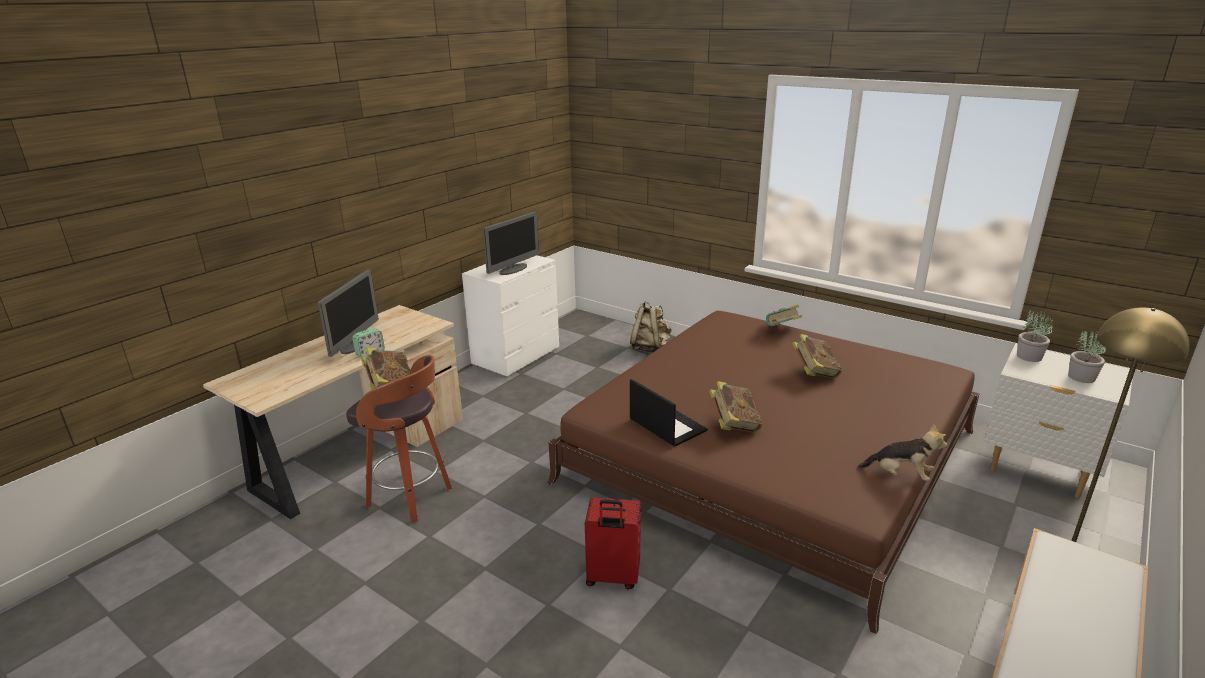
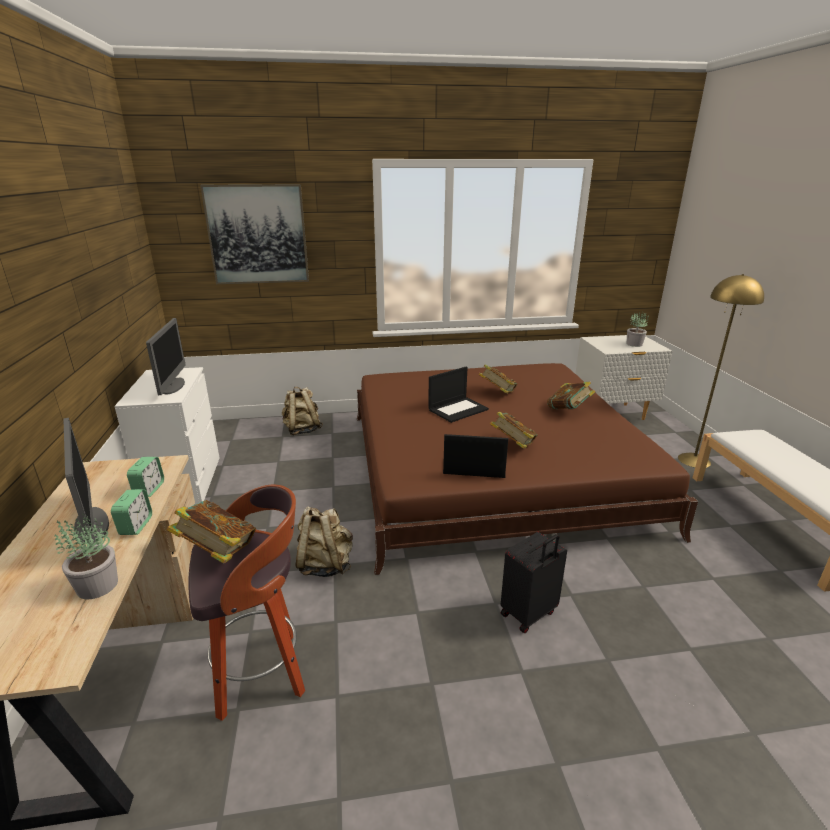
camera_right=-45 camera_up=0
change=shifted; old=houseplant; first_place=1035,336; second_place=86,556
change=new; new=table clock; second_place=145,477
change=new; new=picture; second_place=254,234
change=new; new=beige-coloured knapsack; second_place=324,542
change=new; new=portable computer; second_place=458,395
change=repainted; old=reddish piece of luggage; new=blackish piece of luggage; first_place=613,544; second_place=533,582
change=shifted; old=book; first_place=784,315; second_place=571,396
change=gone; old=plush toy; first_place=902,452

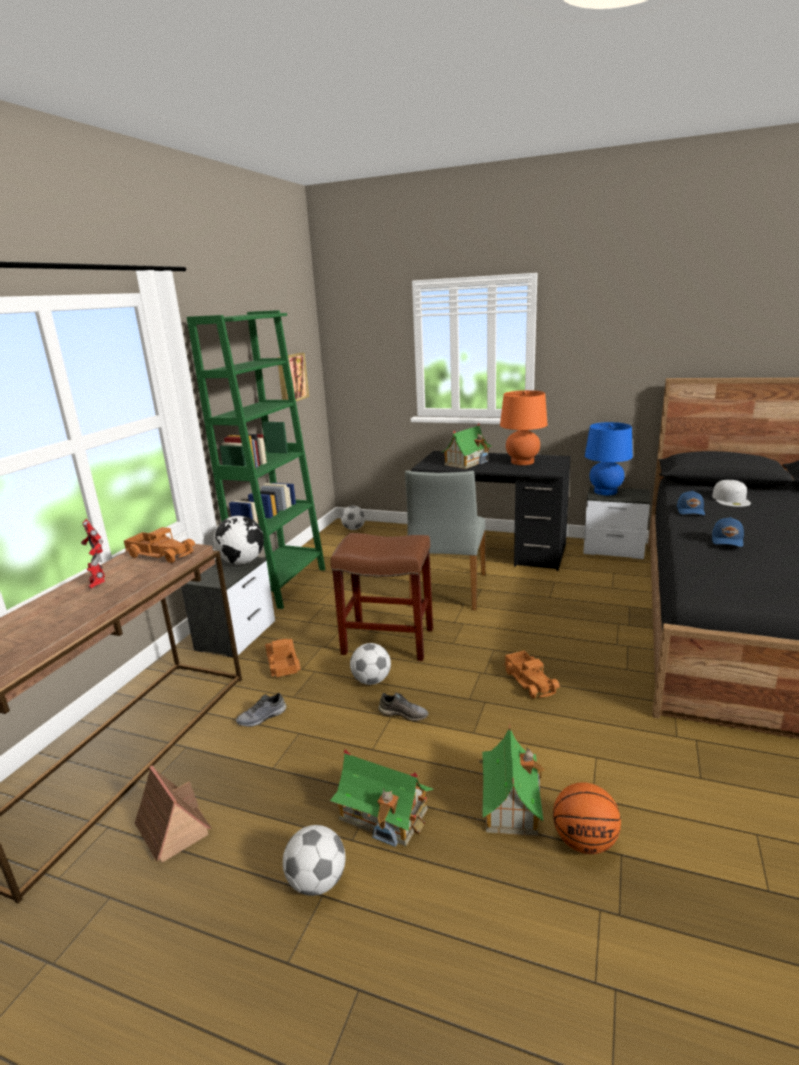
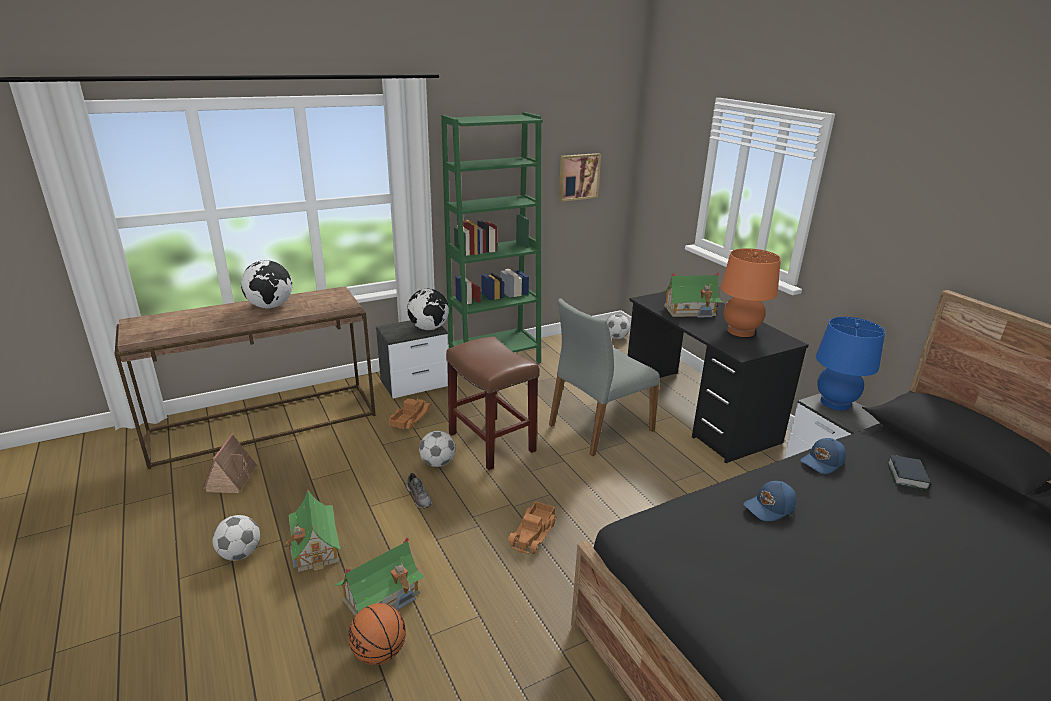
camera_right=40 camera_up=5
change=swapped; old=model robot; new=world globe; first_place=93,553; second_place=266,284
change=swapped; old=whitish baseball cap; new=book; first_place=731,493; second_place=909,472
change=gone; old=toy lorry; first_place=159,545
change=gone; old=grey low shoe; first_place=261,710

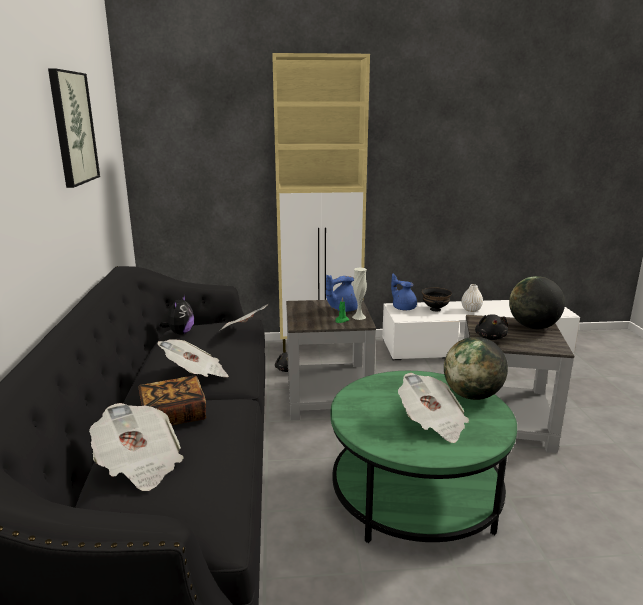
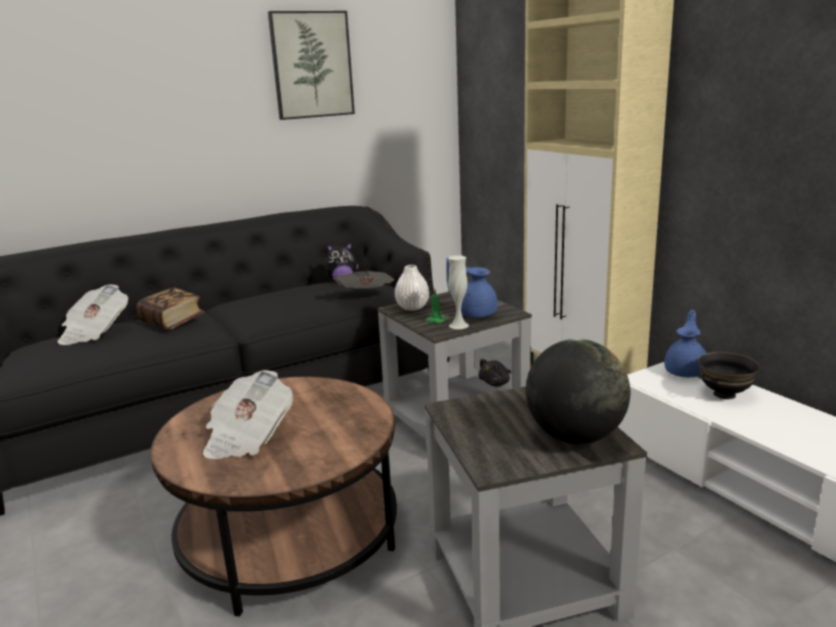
camera_right=65 camera_up=0
change=repainted; old=green coffee table; new=brown-coloured coffee table; first_place=424,457; second_place=273,497
change=shifted; old=whitish decorative vase; first_place=472,298; second_place=412,288
change=gone; old=newspaper; first_place=193,358
change=gone; old=world globe; first_place=476,368
change=gone; old=blackish plush toy; first_place=491,327

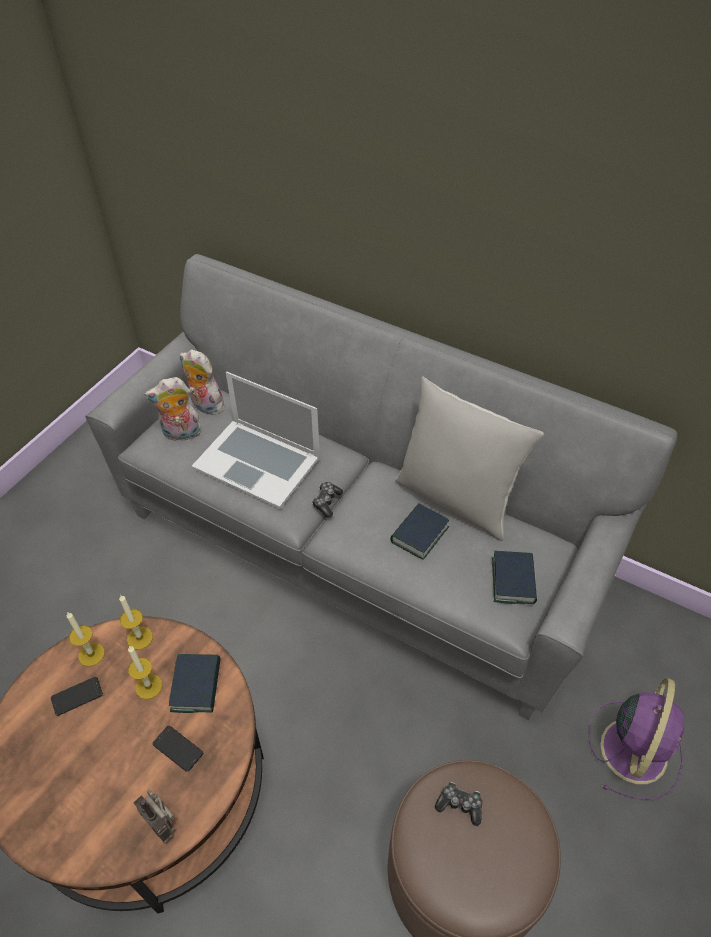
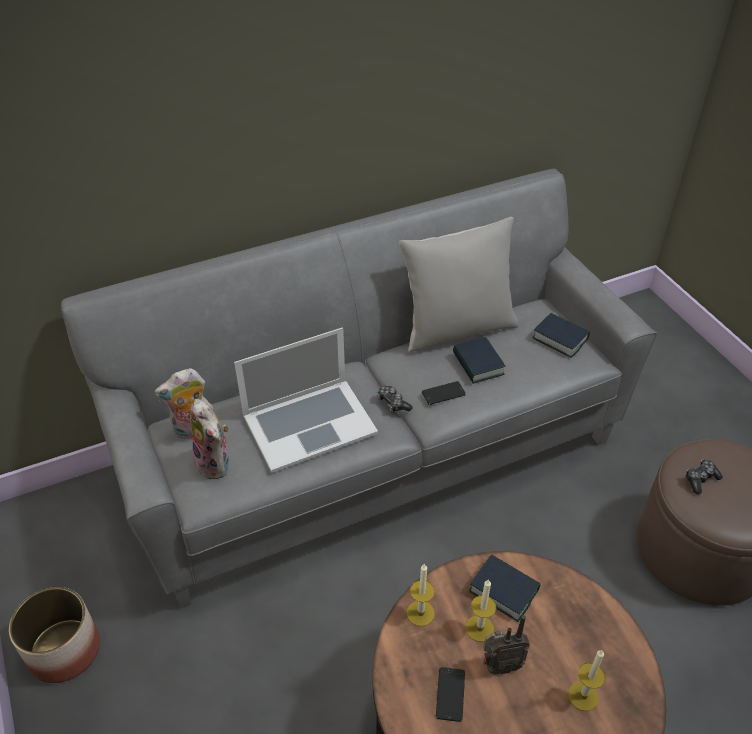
camera_right=-55 camera_up=-5
change=new; new=planter; second_place=54,635
change=rotated; old=plush toy; first_place=173,409; second_place=209,439; degrees=-60
change=shifted; old=phone; first_place=177,749; second_place=444,393
change=shifted; old=radio; first_place=154,817; second_place=506,644
change=shifted; old=wax candle; first_place=86,640; second_place=586,680
change=gone; old=purple-coloured fan; first_place=636,738

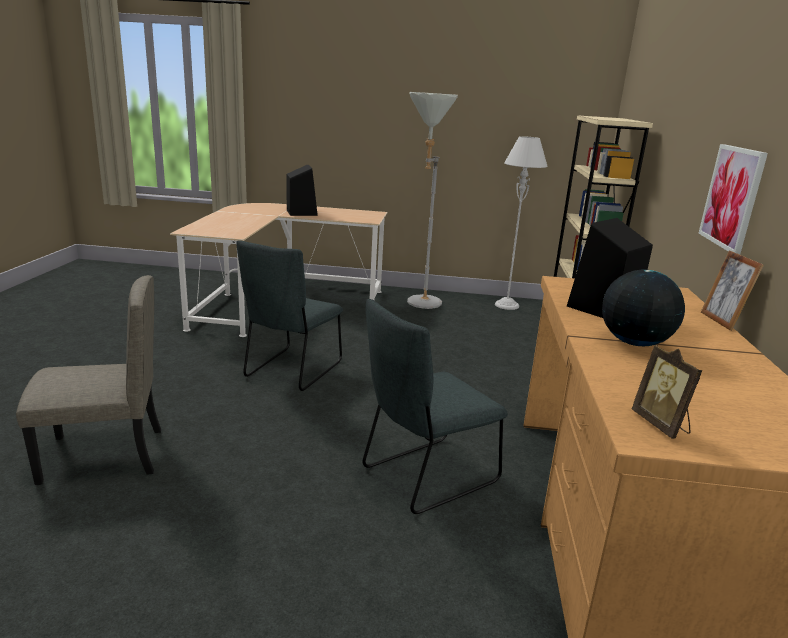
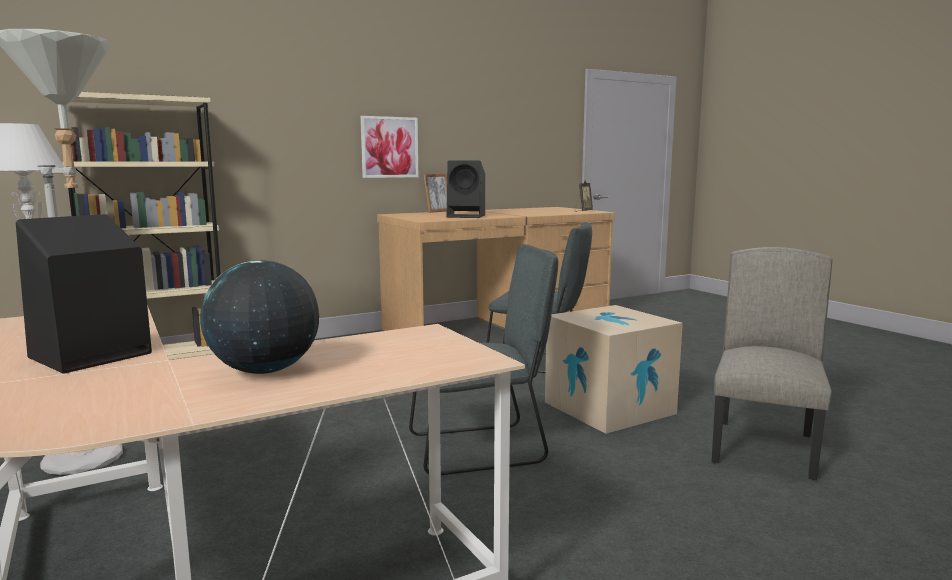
camera_right=-125 camera_up=-10
change=shifted; old=world globe; first_place=643,308; second_place=259,317
change=new; new=cardboard box; second_place=614,369
change=rotated; old=beige-coloured chair; first_place=88,380; second_place=772,363; degrees=75

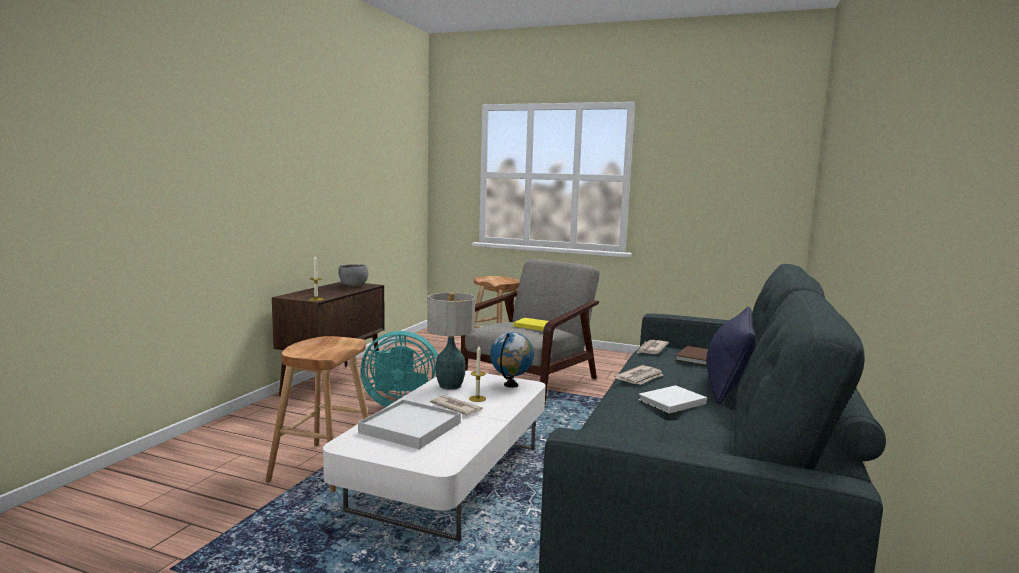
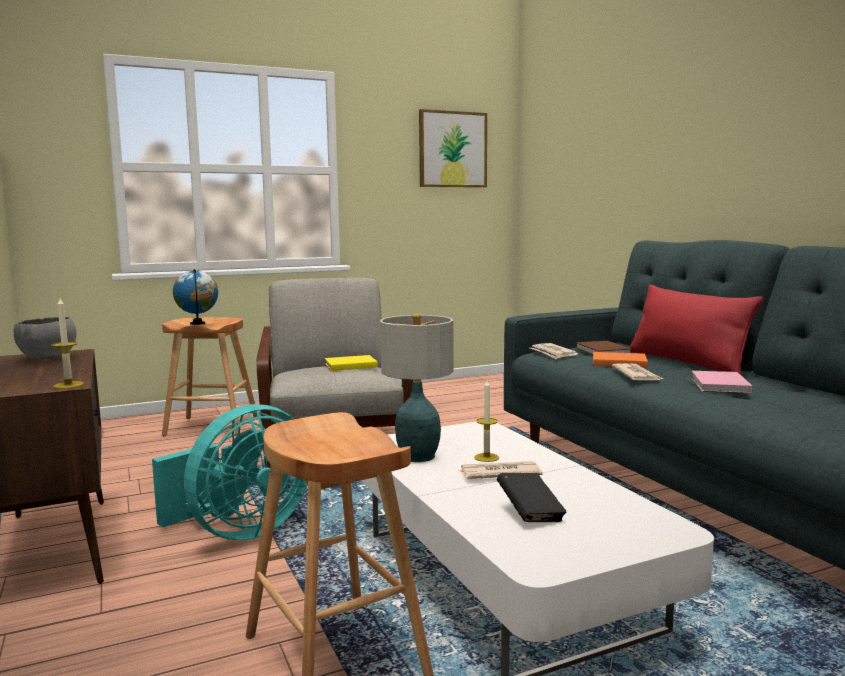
camera_right=-45 camera_up=0
change=shifted; old=world globe; first_place=512,360; second_place=195,297
change=new; new=picture; second_place=453,148
change=swapped; old=whitish serving tray; new=blackish book; first_place=409,424; second_place=532,497
change=new; new=orangey book; second_place=620,360
change=repainted; old=blue-coloured throw pillow; new=reddish throw pillow; first_place=731,355; second_place=696,330
change=repainted; old=whitish book; new=pink book; first_place=673,399; second_place=721,382

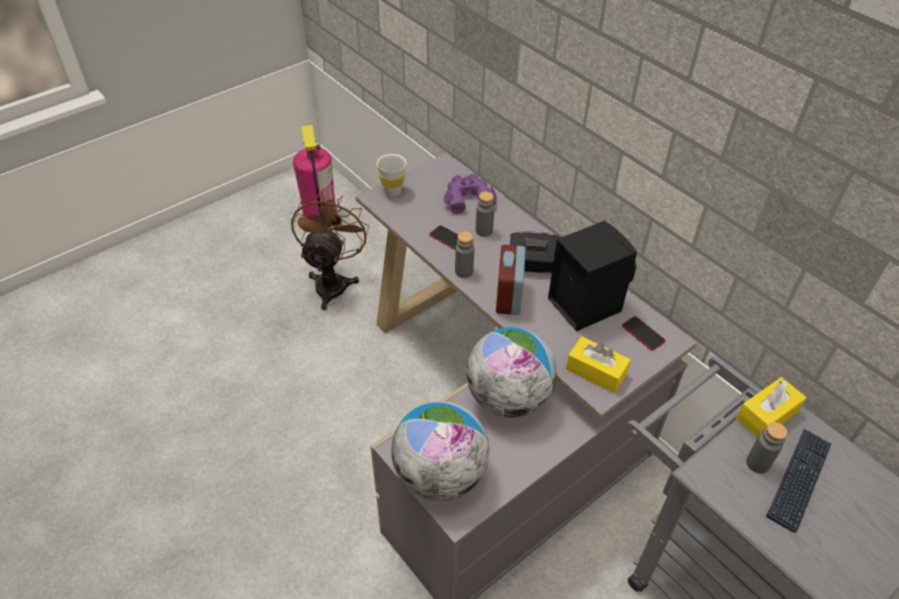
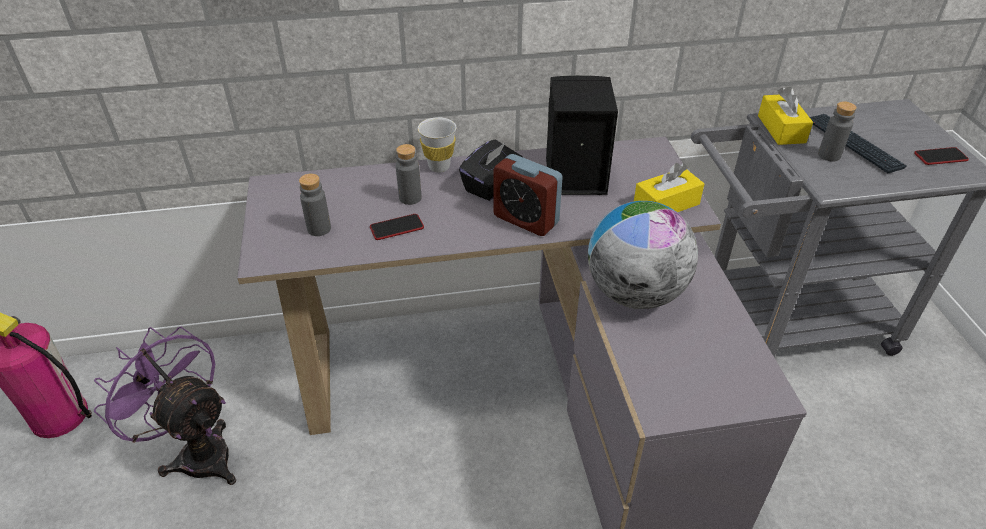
camera_right=-60 camera_up=-5
change=repainted; old=brown-coloured fan; new=purple-coloured fan; first_place=330,251; second_place=165,406
change=shifted; old=grey bottle; first_place=464,254; second_place=315,205
change=shifted; old=whitish small cup; first_place=391,175; second_place=437,145
change=shifted; old=phone; first_place=644,333; second_place=941,156
change=gone; old=world globe; first_place=440,451
change=gone; old=purple-coloured field glasses; first_place=470,194

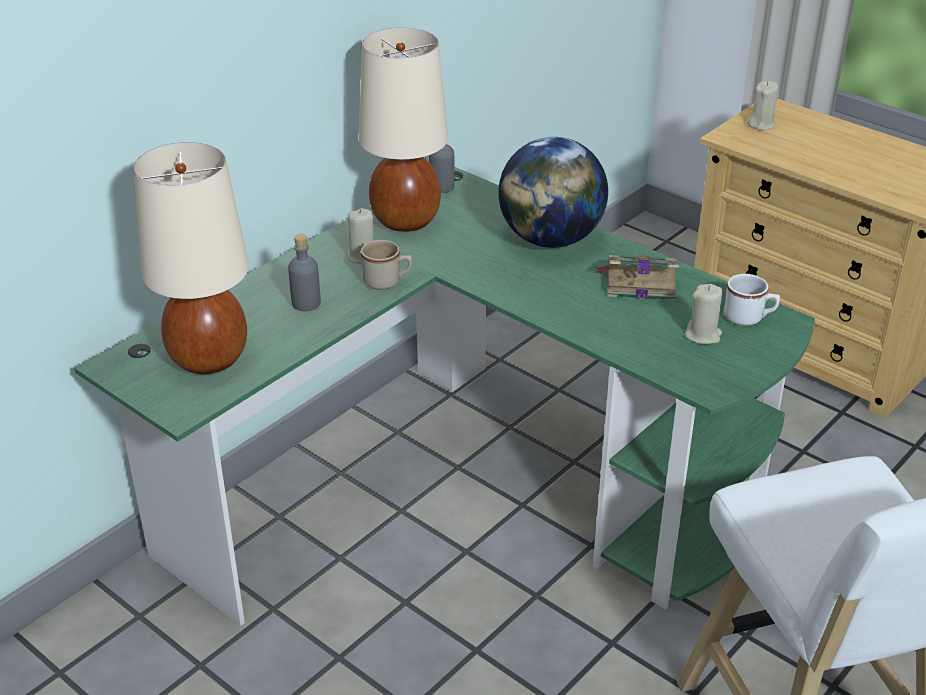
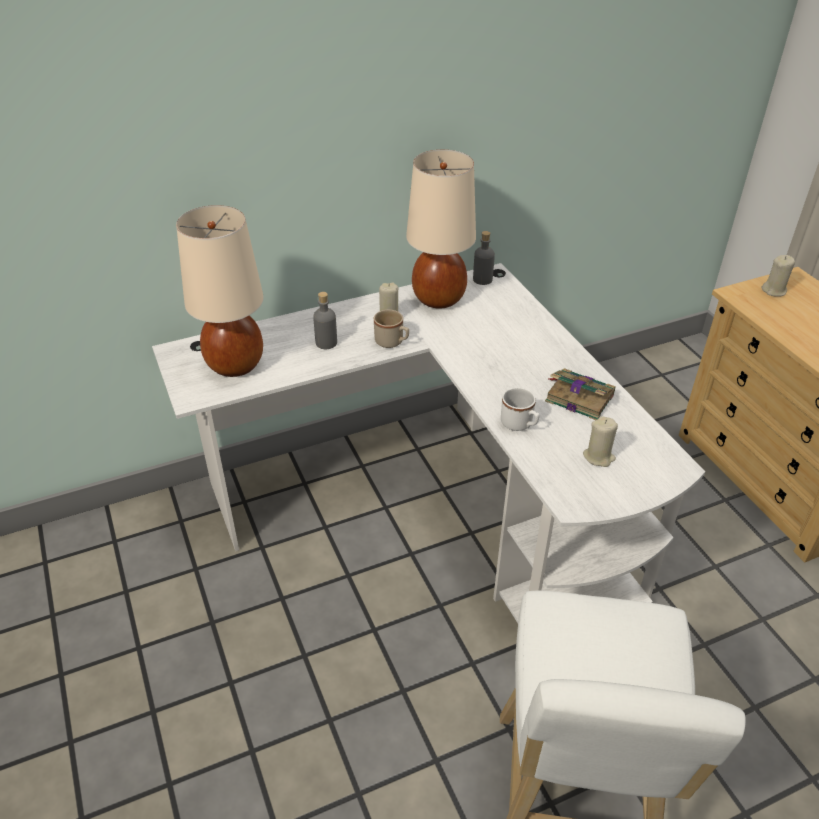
camera_right=25 camera_up=5
change=repainted; old=green desk; new=whitish desk; first_place=444,396; second_place=428,443
change=shifted; old=whitish coffee mug; first_place=752,300; second_place=520,409
change=gone; old=world globe; first_place=553,192

